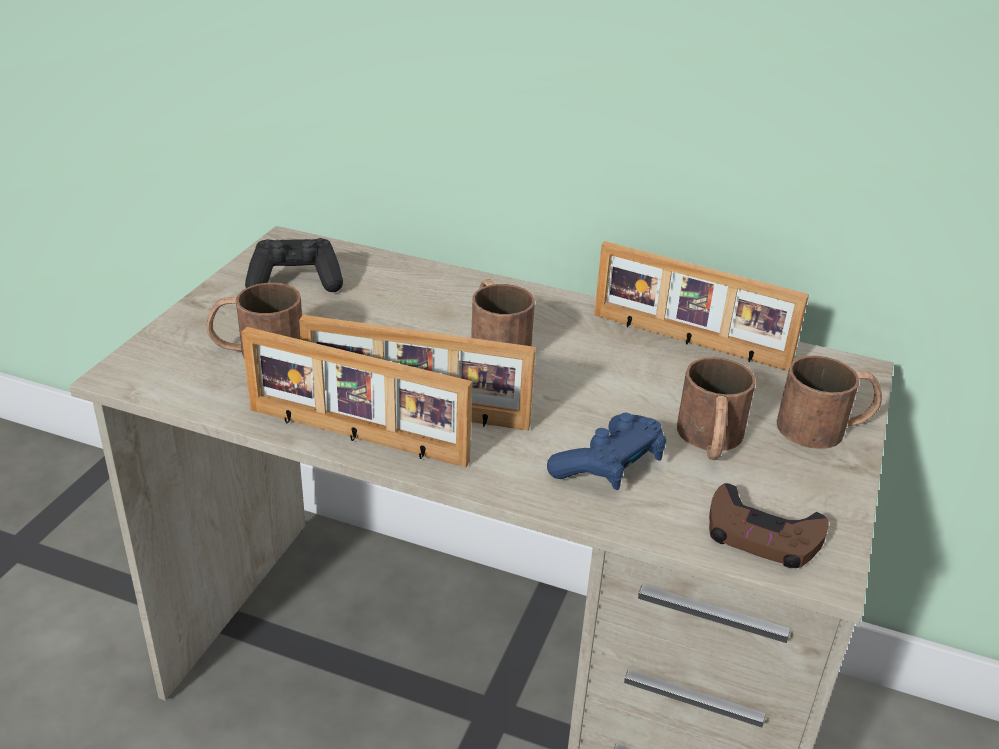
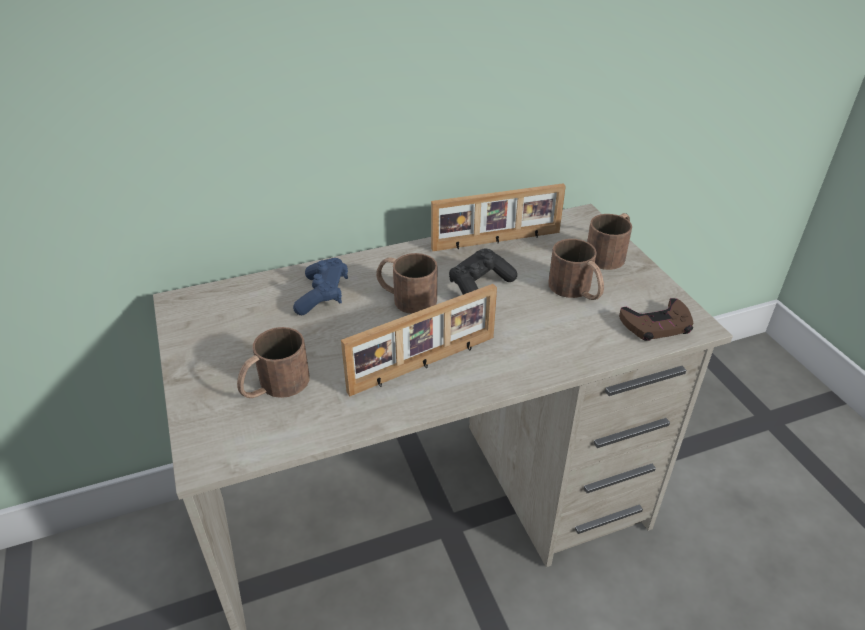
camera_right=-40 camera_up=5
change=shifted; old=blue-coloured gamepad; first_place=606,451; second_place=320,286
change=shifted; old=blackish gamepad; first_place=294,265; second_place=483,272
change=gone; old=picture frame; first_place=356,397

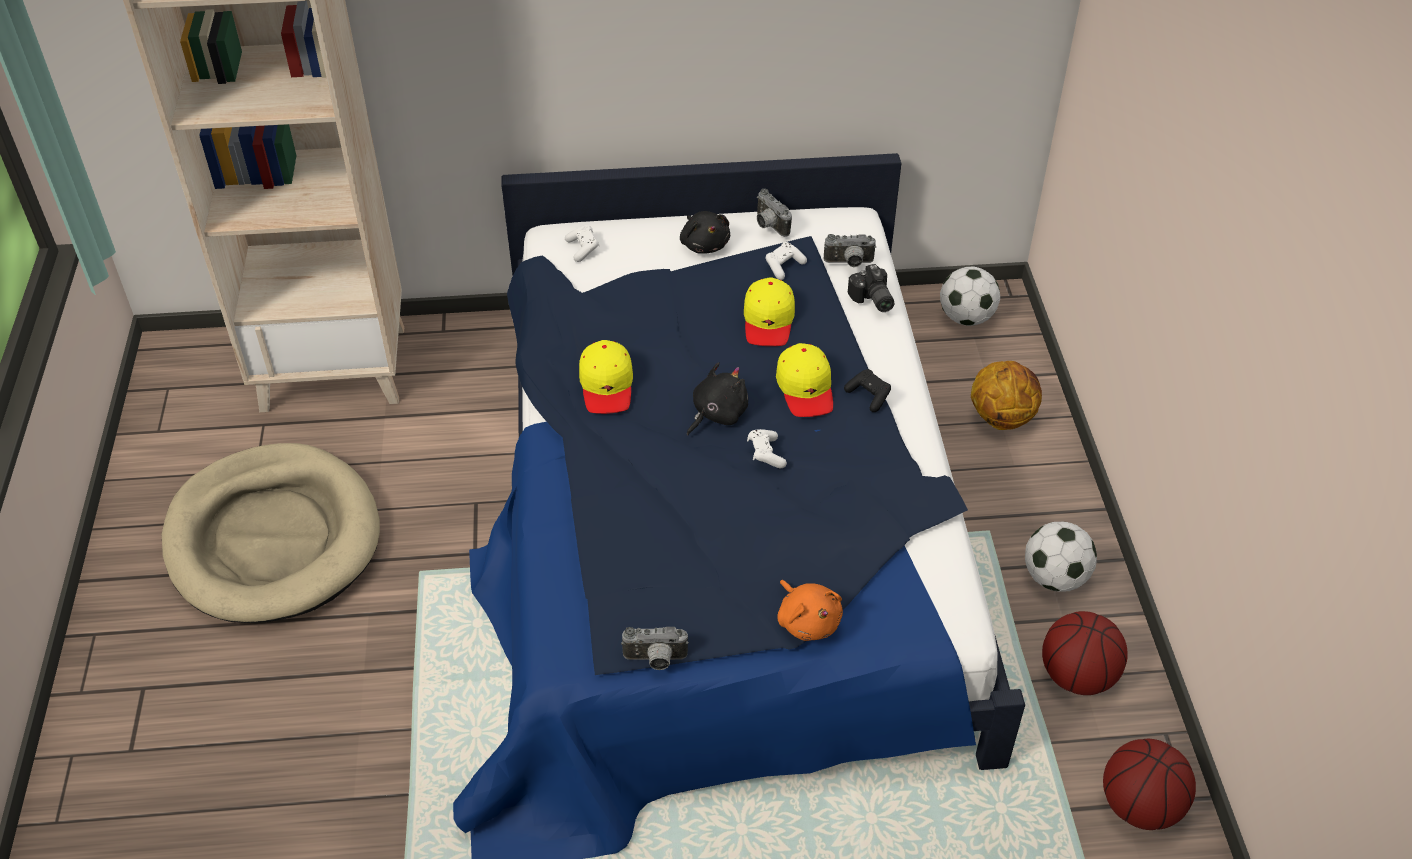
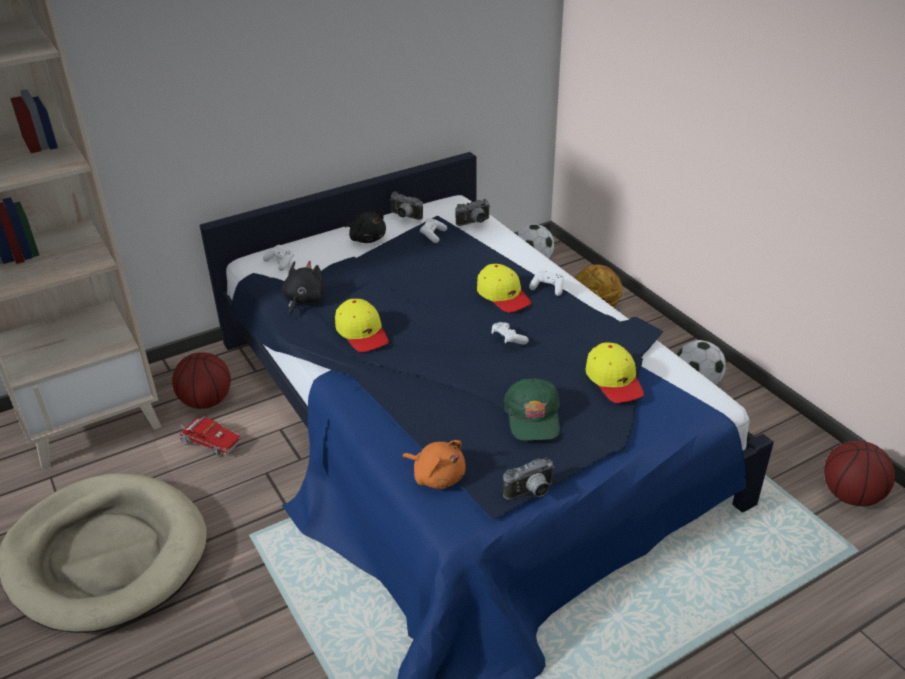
camera_right=-25 camera_up=-10
change=shifted; old=ball for basketball; first_place=1085,653; second_place=201,381
change=new; new=toy lorry; second_place=210,435
change=shifted; old=blackish plush toy; first_place=717,399; second_place=303,289
change=shifted; old=orangey plush toy; first_place=810,610; second_place=433,464
change=new; new=green baseball cap; second_place=531,409
change=repainted; old=blackish gamepad; new=whitish gamepad; first_place=867,390; second_place=546,283
change=shifted; old=yellowish baseball cap; first_place=769,311; second_place=614,372
change=gone; old=still camera; first_place=871,288

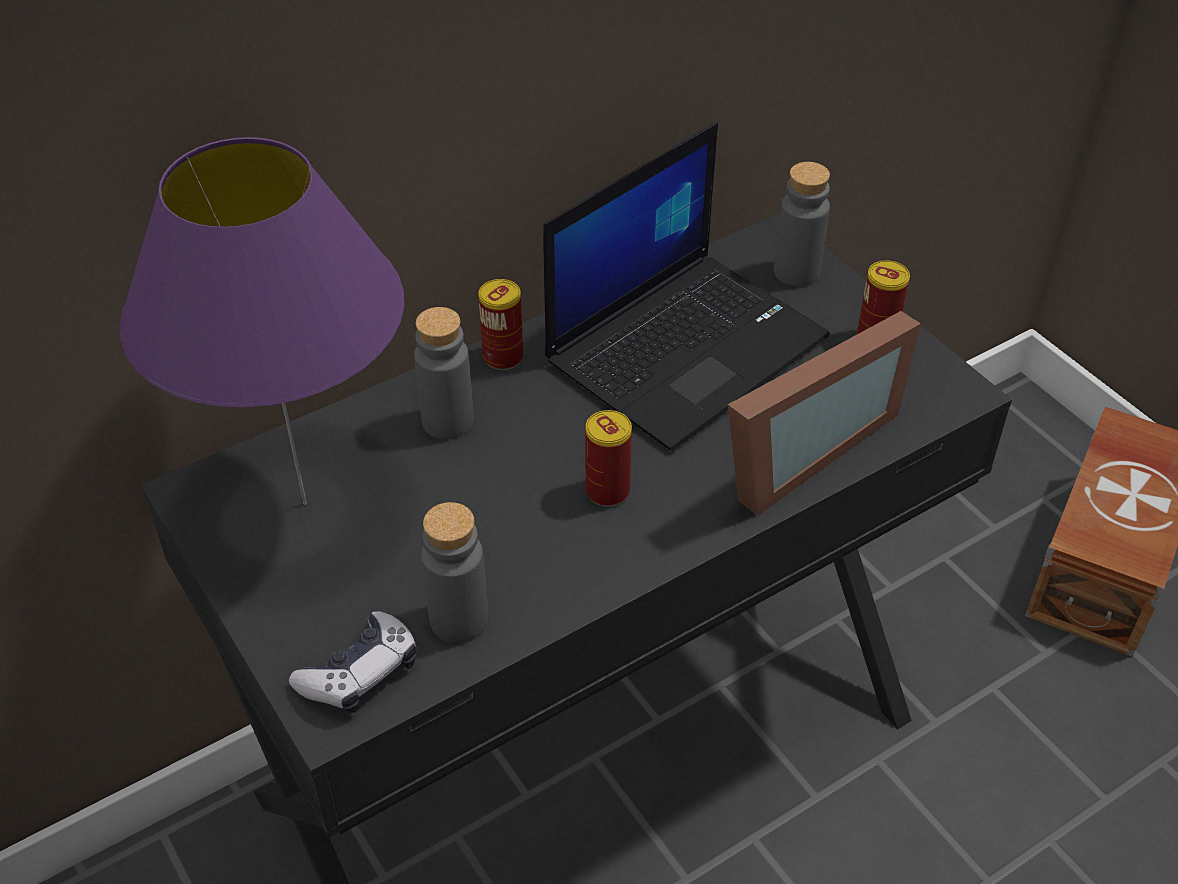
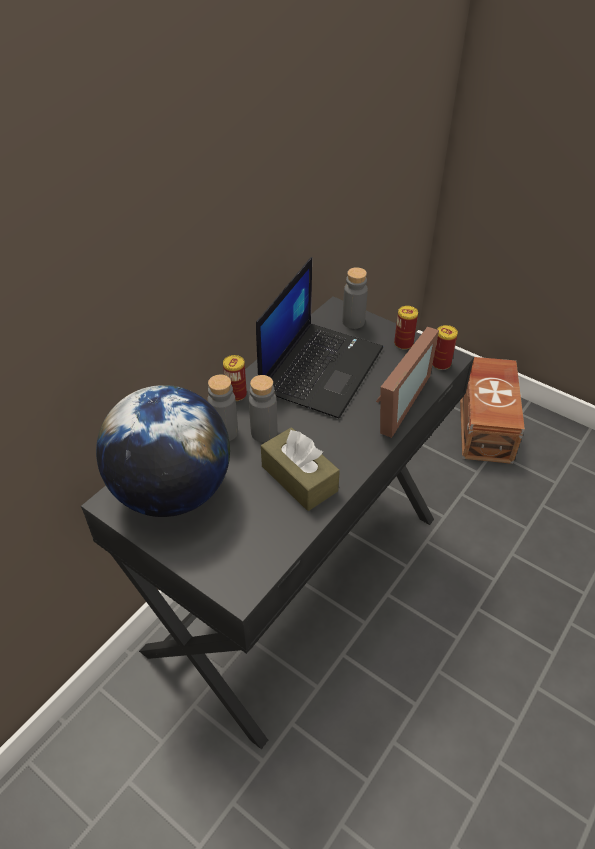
camera_right=-20 camera_up=0
change=swapped; old=purple-coloured lamp for a table; new=world globe; first_place=261,321; second_place=163,451
change=shifted; old=grey bottle; first_place=454,572; second_place=263,408
change=new; new=brown-coloured tissue box; second_place=300,469
change=shifted; old=sealed can; first_place=608,458; second_place=445,347
change=gone; old=gamepad; first_place=353,662

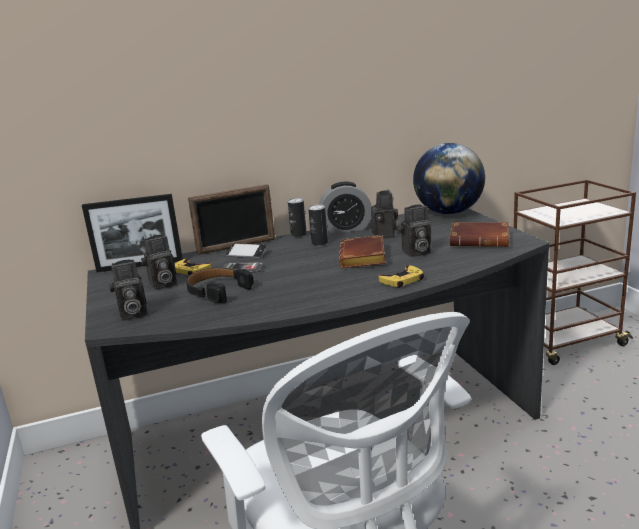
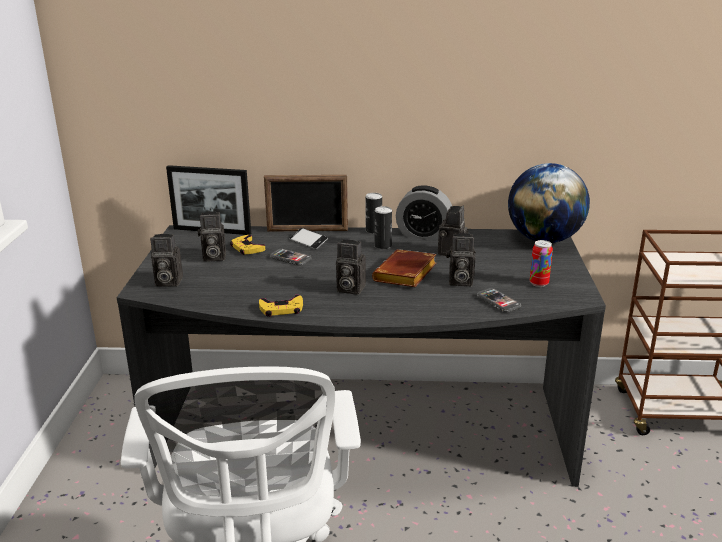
camera_right=20 camera_up=5
change=shifted; old=yellowish gamepad; first_place=401,276; second_place=281,306
change=new; new=still camera; second_place=351,267
change=new; new=phone; second_place=499,300
change=swapped; old=brown-coloured book; new=sealed can; first_place=479,234; second_place=541,263
change=gone; old=blackish headphones; first_place=220,285

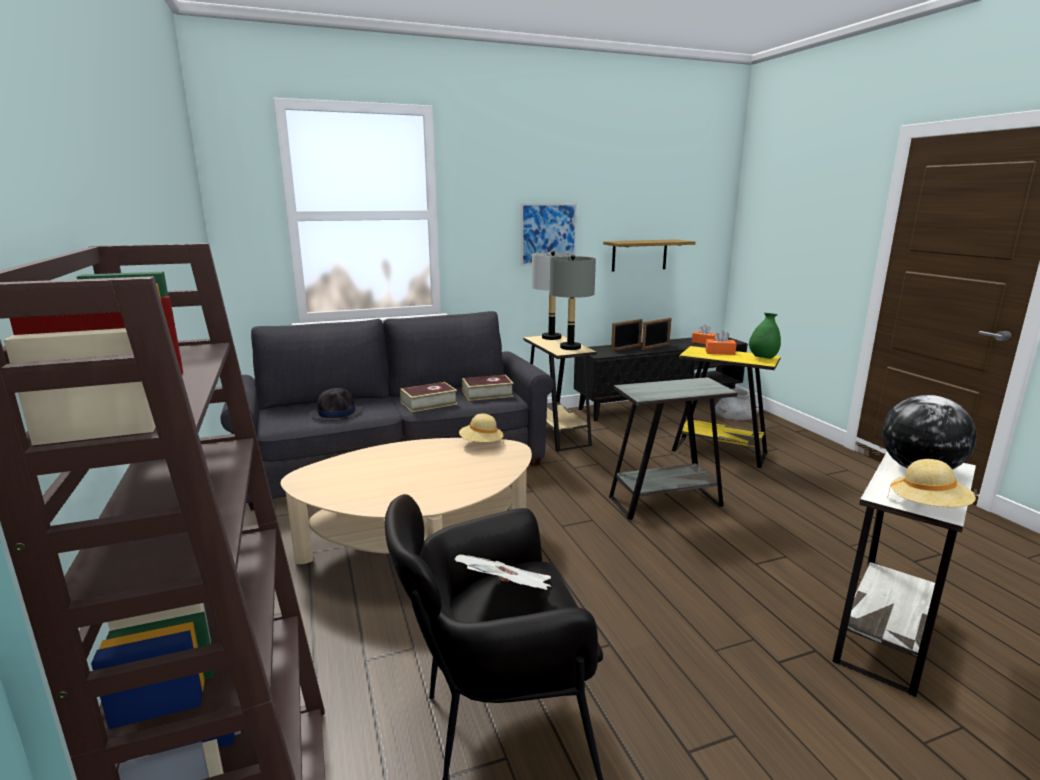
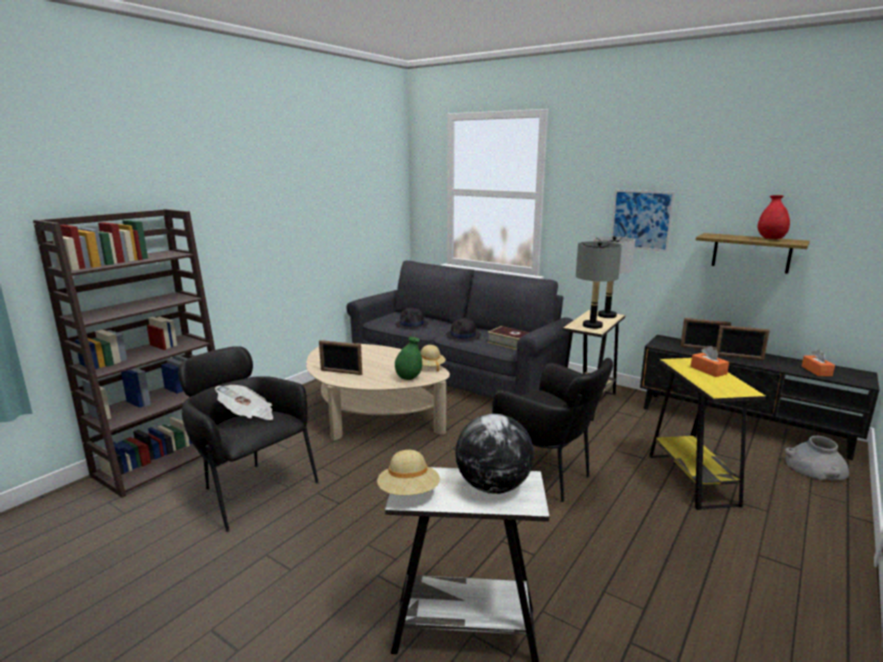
camera_right=55 camera_up=0
change=new; new=picture frame; second_place=340,357
change=shifted; old=green decorative vase; first_place=765,336; second_place=408,358
change=swapped; old=book; new=blackish hat; first_place=428,397; second_place=463,329
change=swapped; old=grey side table; new=blackish easy chair; first_place=673,448; second_place=552,430
change=new; new=reddish decorative vase; second_place=773,217

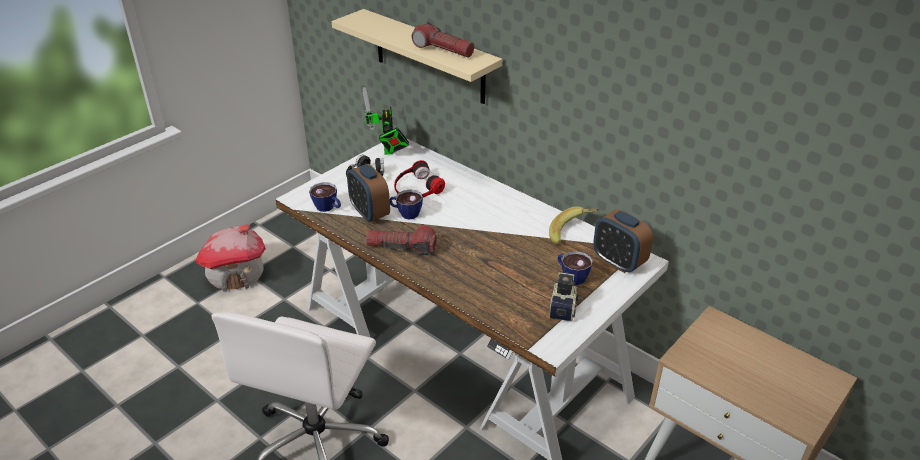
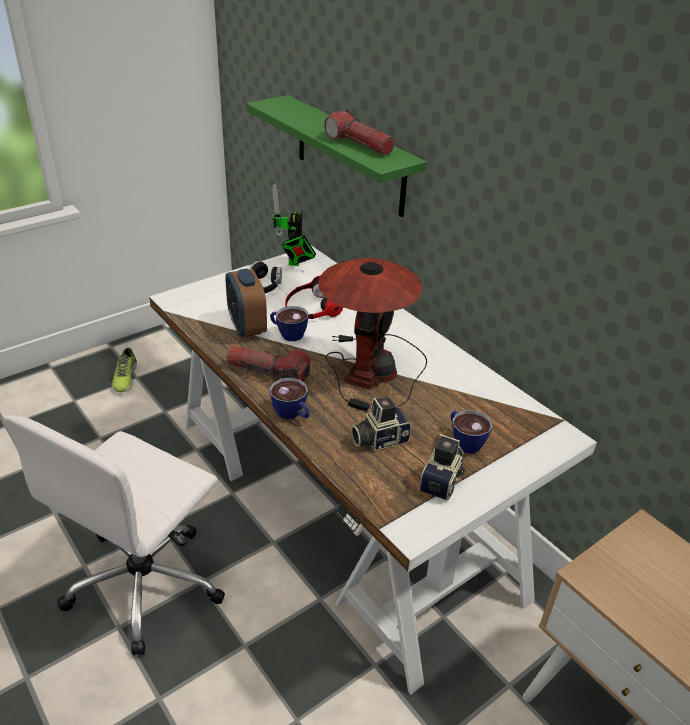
camera_right=10 camera_up=0
change=swapped; old=toy house; new=low shoe; first_place=231,258; second_place=124,370
change=repainted; old=beige-coloured wall shelf; new=green wall shelf; first_place=417,56; second_place=336,156
change=shifted; old=small cup; first_place=325,197; second_place=290,398
change=new; new=lamp for a table; second_place=372,334
change=new; new=still camera; second_place=381,424
change=gone; old=banana fruit; first_place=574,225
change=gone; old=table clock; first_place=623,241

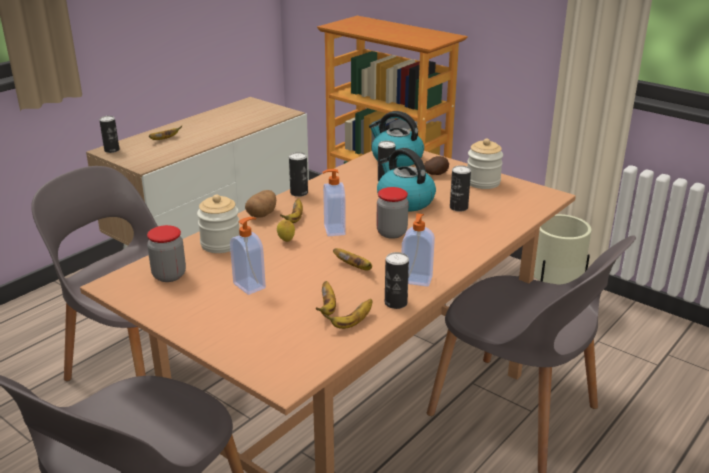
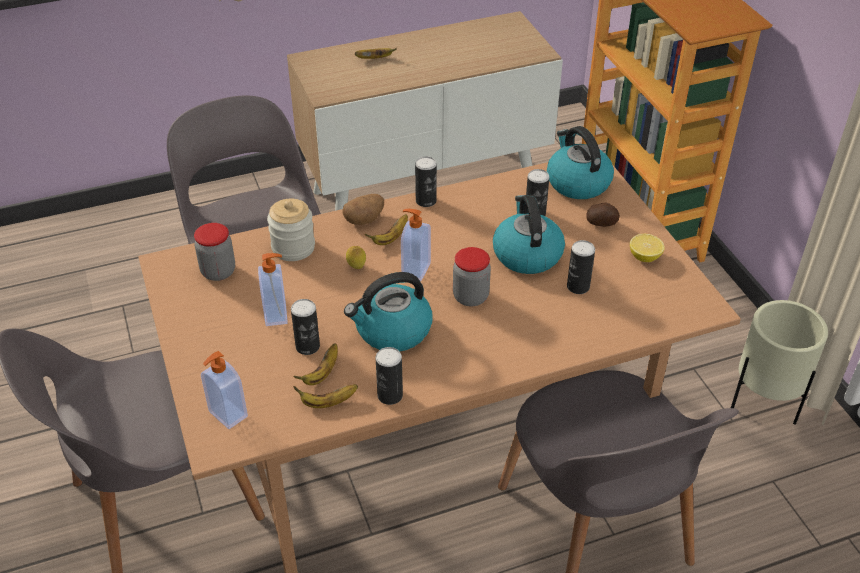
camera_right=30 camera_up=15
change=shifted; old=soap bottle; first_place=418,250; second_place=224,390
change=shifted; old=sealed can; first_place=109,134; second_place=305,327
change=swapped; old=banana fruit; new=water kettle; first_place=352,259; second_place=388,312
change=swapped; old=preserve jar; new=whole lemon; first_place=485,163; second_place=647,248

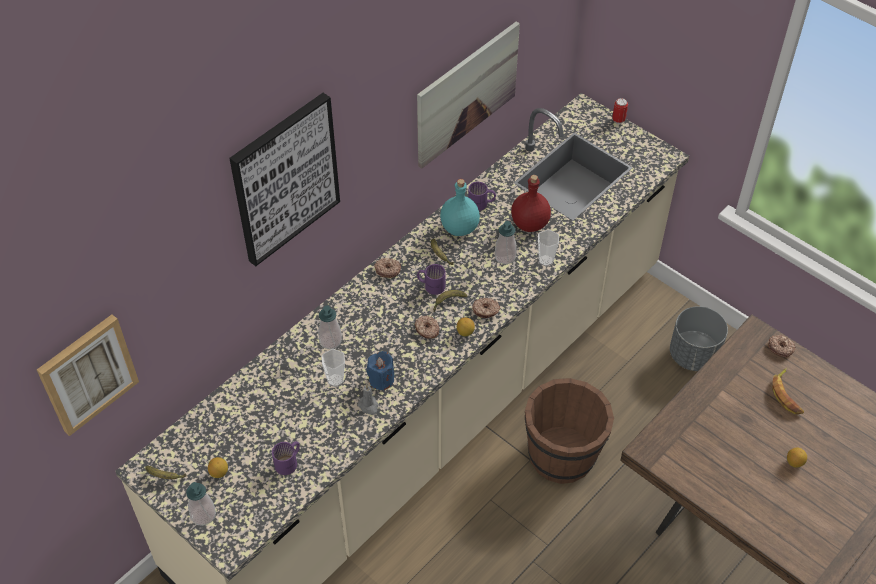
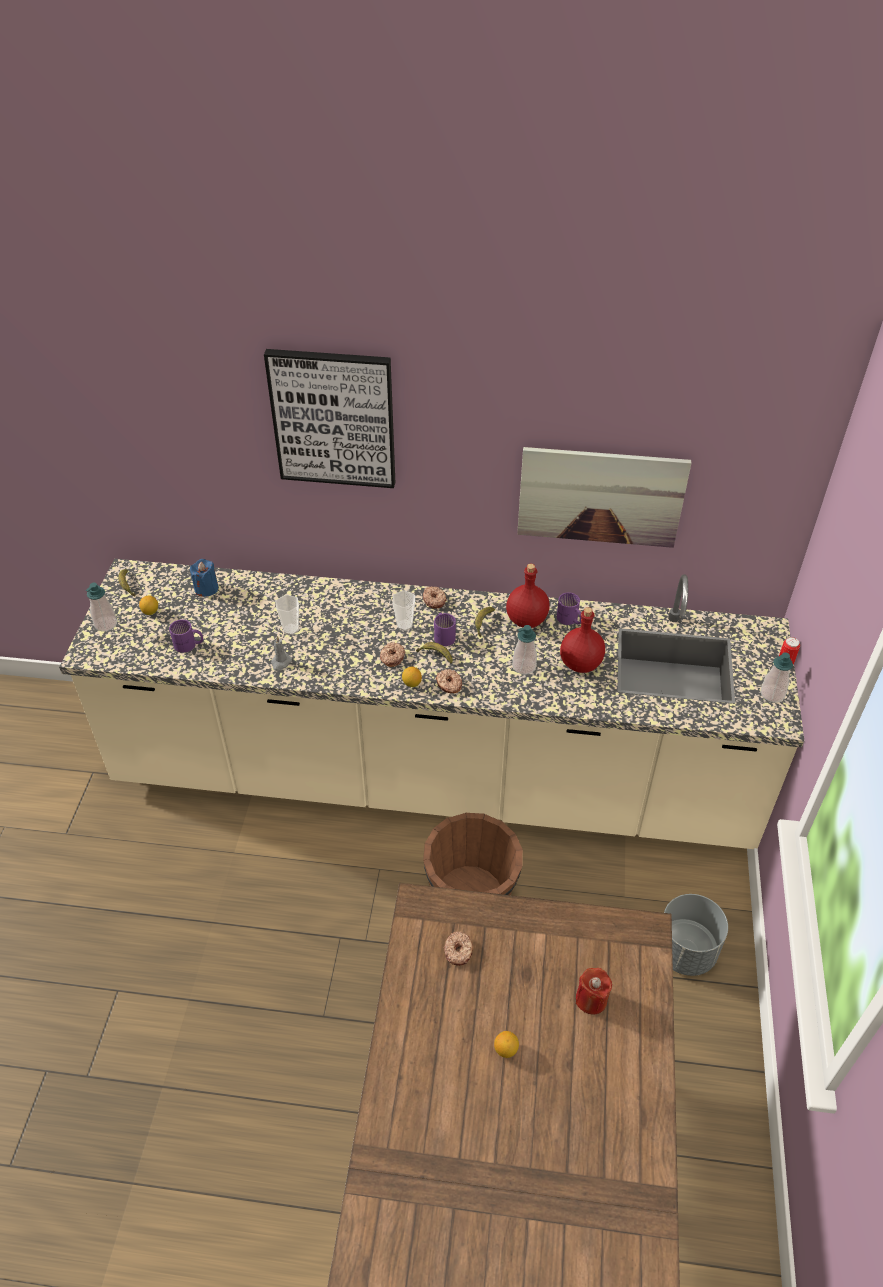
camera_right=55 camera_up=-5
change=shifted; old=blue-coloured wax candle; first_place=380,371; second_place=204,578
change=shifted; old=small cup; first_place=548,248; second_place=404,610
change=shifted; old=doughnut; first_place=782,346; second_place=458,948
change=repainted; old=turquoise bottle; new=reddish bottle; first_place=460,207; second_place=528,596
change=swapped; old=banana fruit; new=reddish wax candle; first_place=788,391; second_place=594,991
change=shifted; old=soap bottle; first_place=330,327; second_place=776,677
change=gone; old=picture; first_place=88,375

